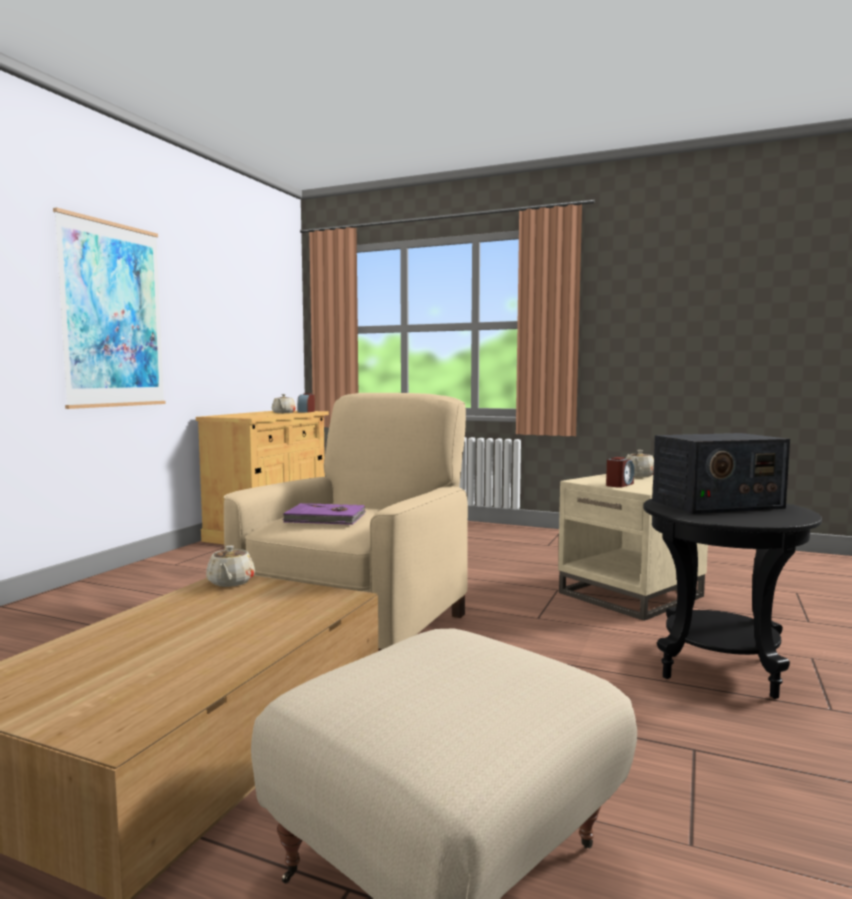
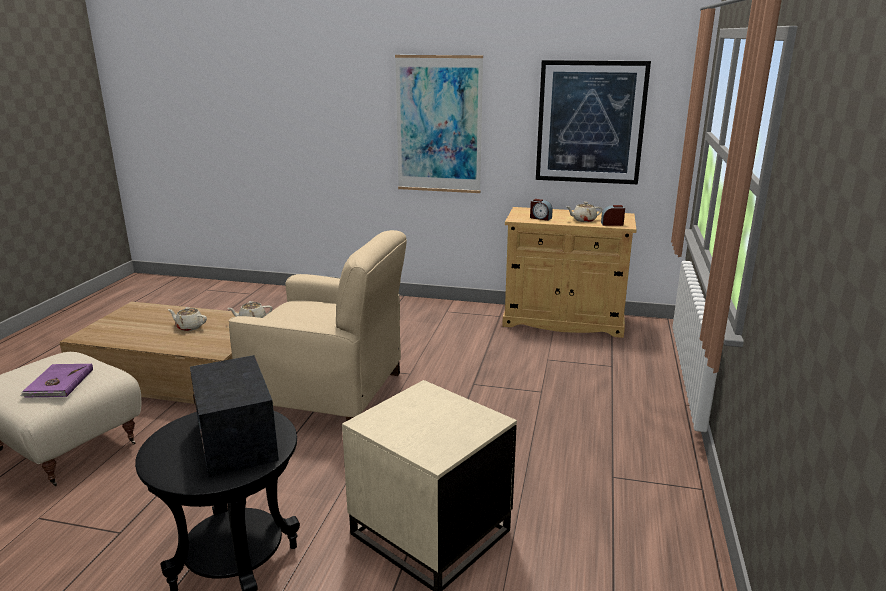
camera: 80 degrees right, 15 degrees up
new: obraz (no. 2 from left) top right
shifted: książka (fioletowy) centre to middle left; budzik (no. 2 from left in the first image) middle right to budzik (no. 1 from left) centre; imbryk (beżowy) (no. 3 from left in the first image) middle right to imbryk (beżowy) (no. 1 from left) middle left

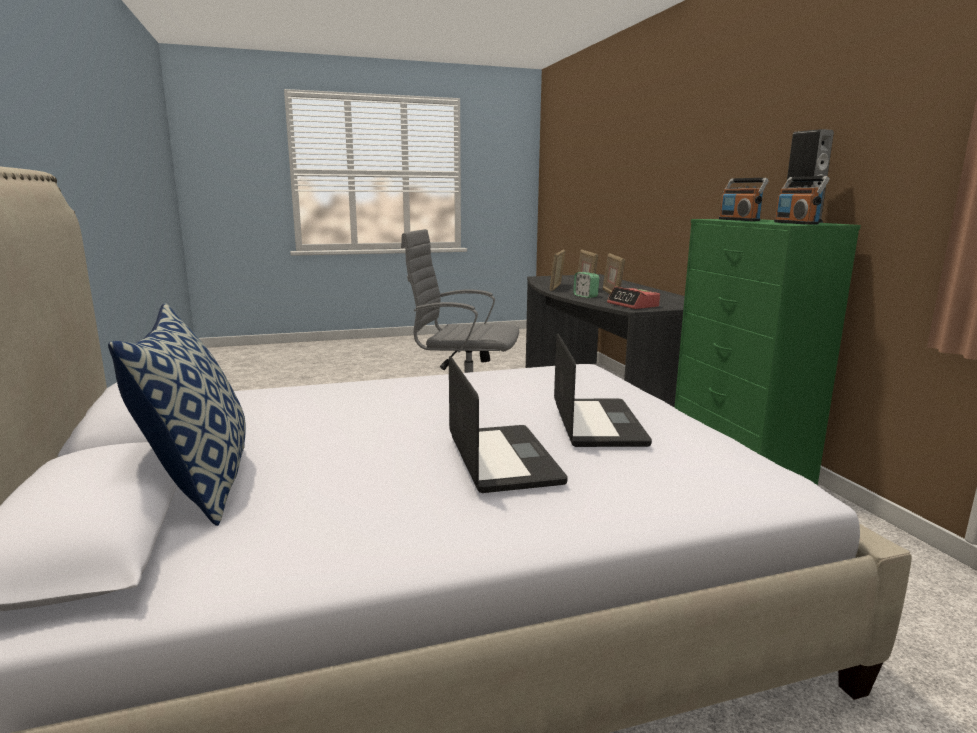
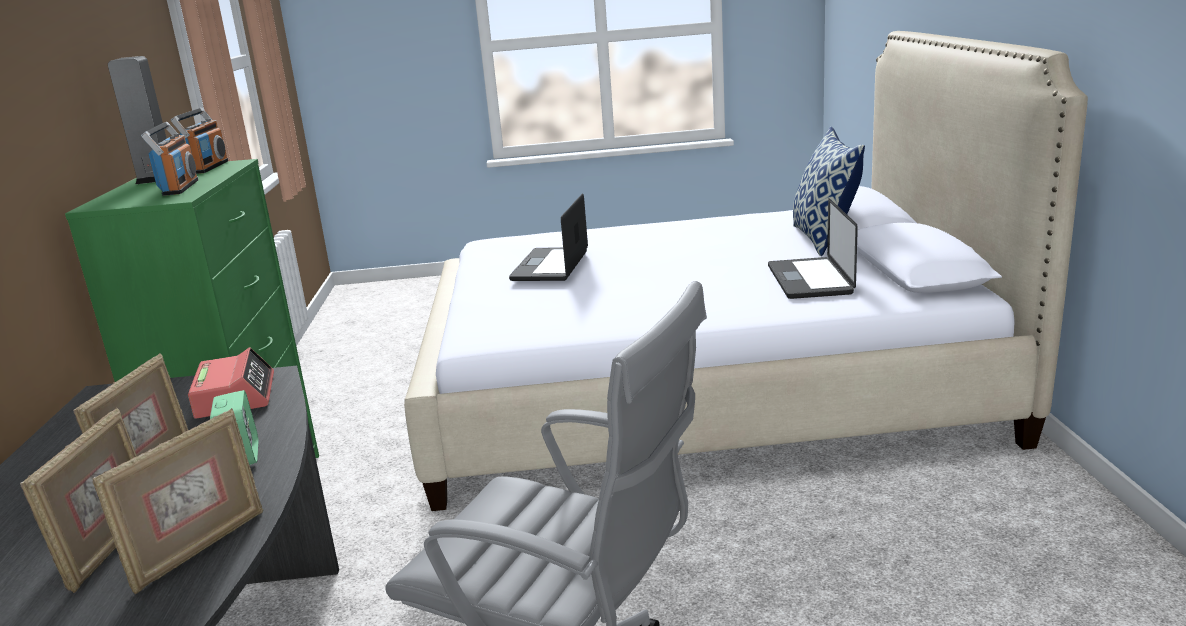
camera: 165 degrees left, 5 degrees up
shifted: laptop (no. 1 from left in the first image) centre to laptop (no. 2 from left) middle right

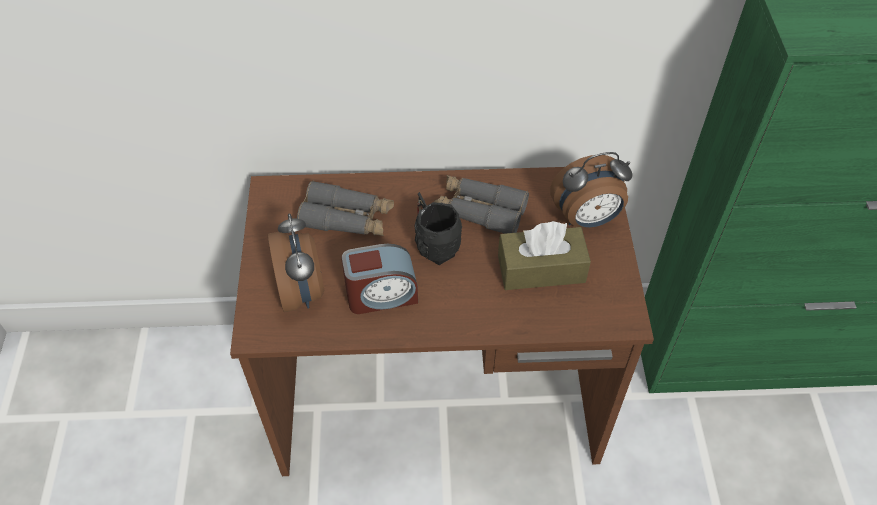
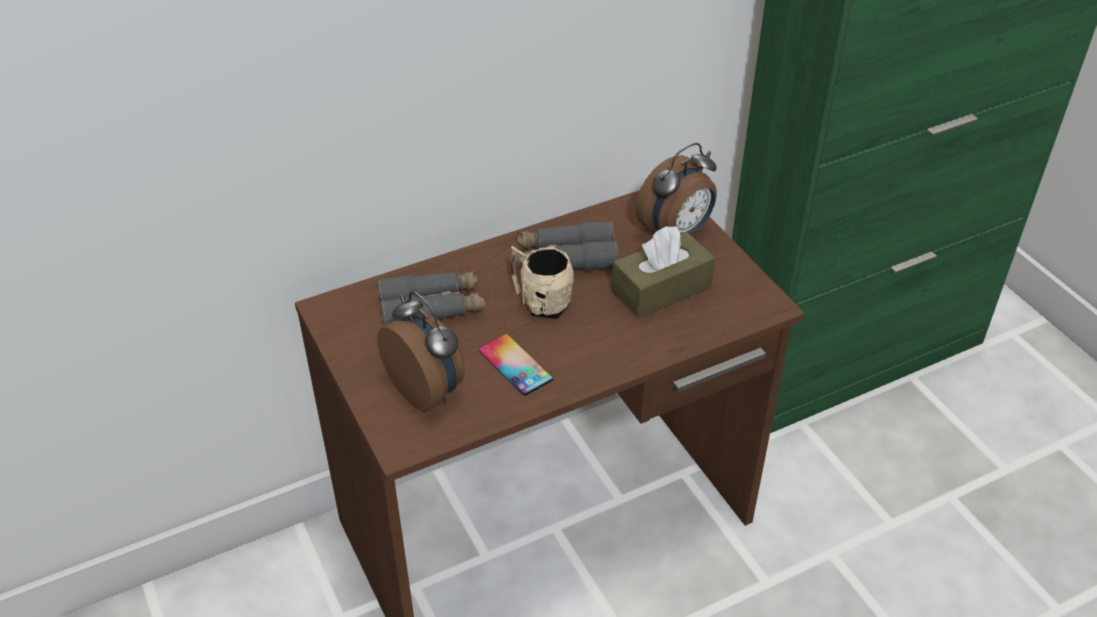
camera: 25 degrees left, 10 degrees down
swapped: budzik (no. 2 from left) centre to telefon centre
repainted: kubek (czarny) centre to kubek (beżowy) centre

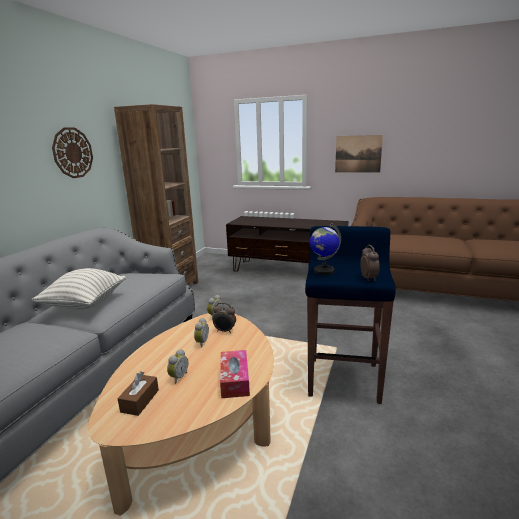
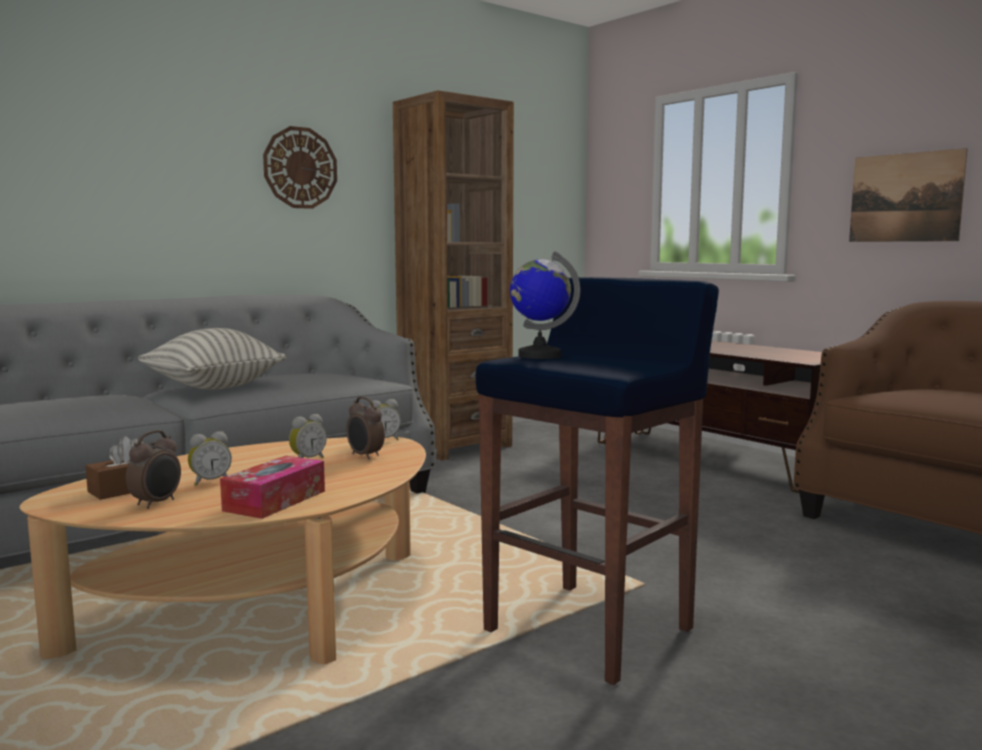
camera: 30 degrees right, 10 degrees down
shifted: budzik (no. 5 from left in the first image) middle right to budzik (no. 1 from left) middle left

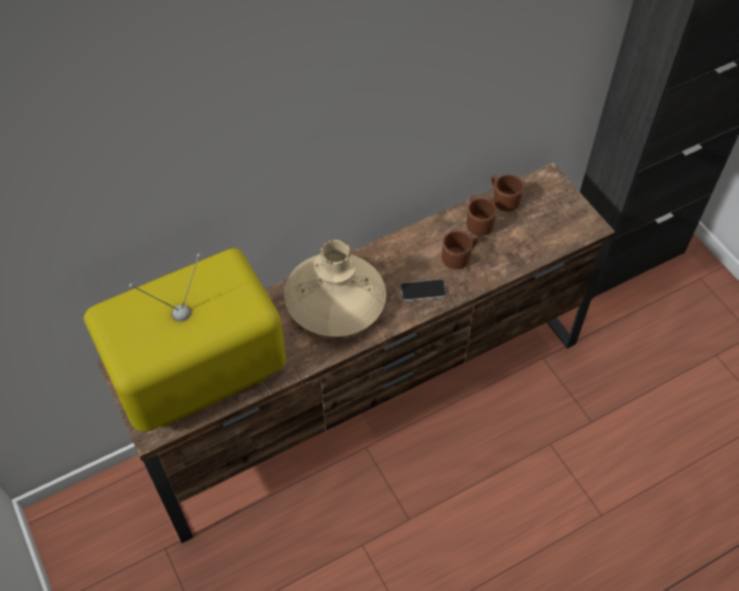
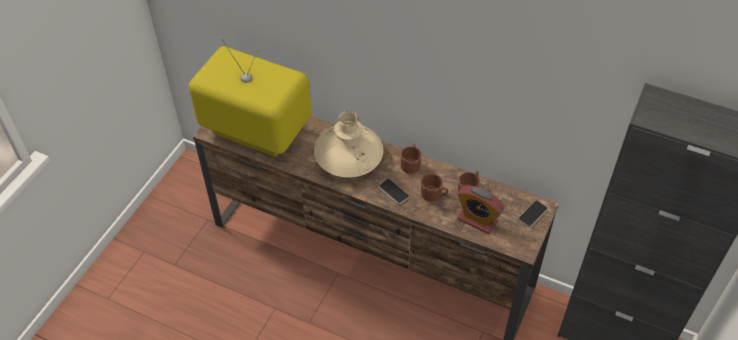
camera: 55 degrees right, 5 degrees down
new: budzik centre; telefon (no. 2 from left) middle right
shifted: kubek (brązowy) (no. 3 from left in the first image) top right to kubek (brązowy) (no. 1 from left) centre

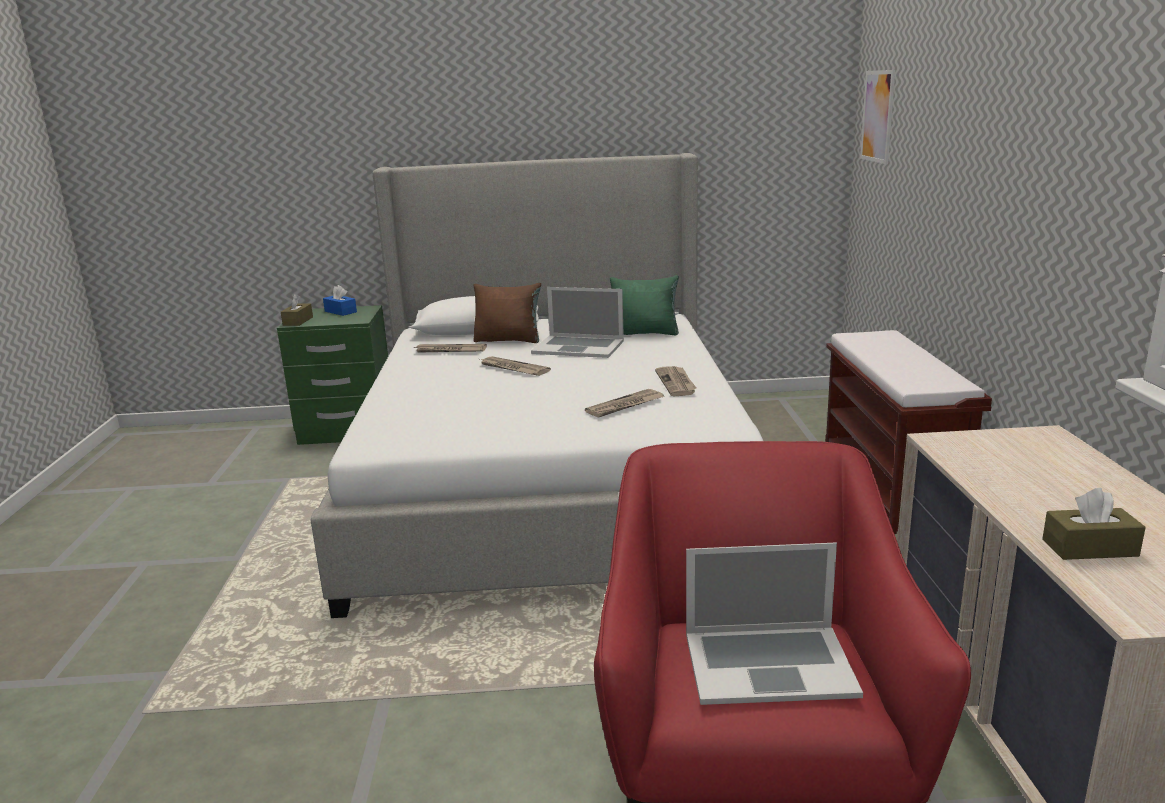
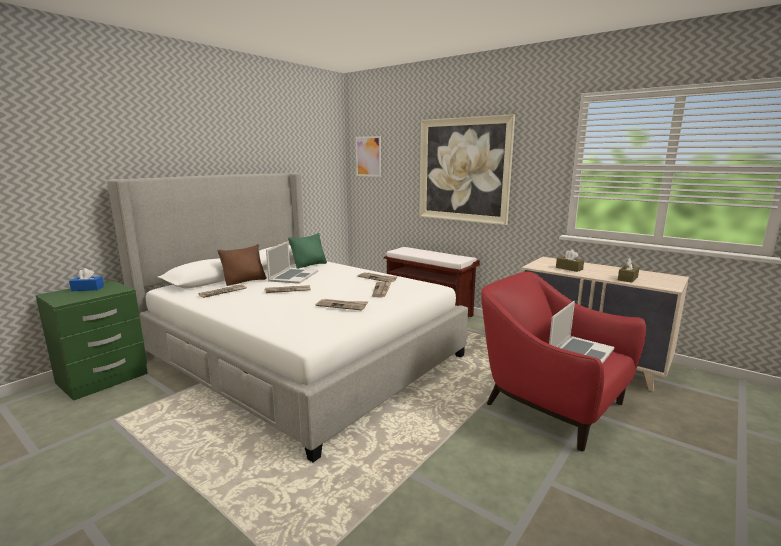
camera: 50 degrees left, 5 degrees down
new: gazeta (no. 3 from left) centre; obraz (no. 2 from left) top centre
shifted: pudełko chusteczek (brązowy) (no. 1 from left) middle left to middle right
rotated: laptop (no. 1 from left) centre = centre 45 degrees counterclockwise

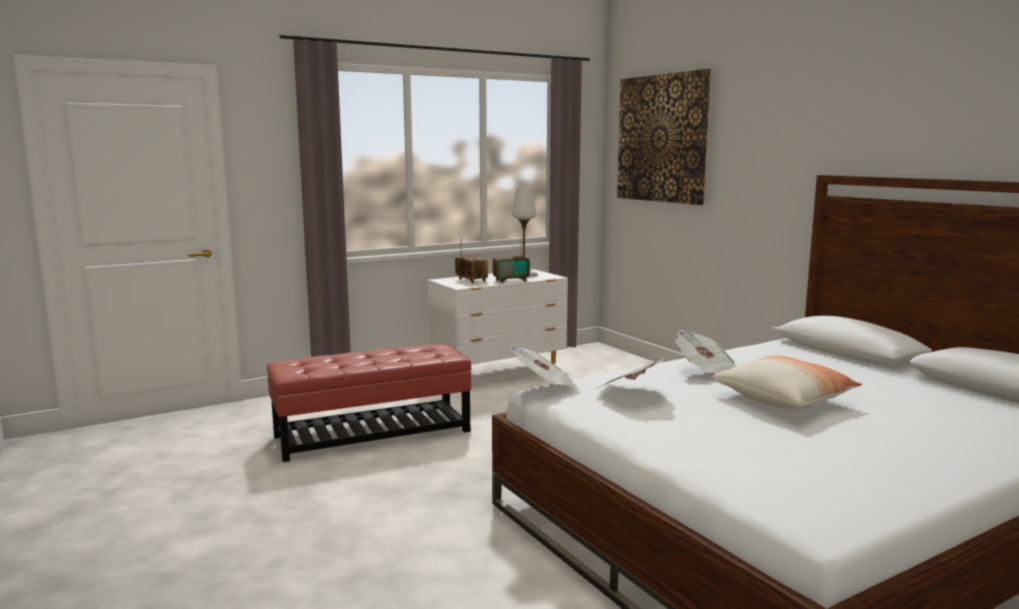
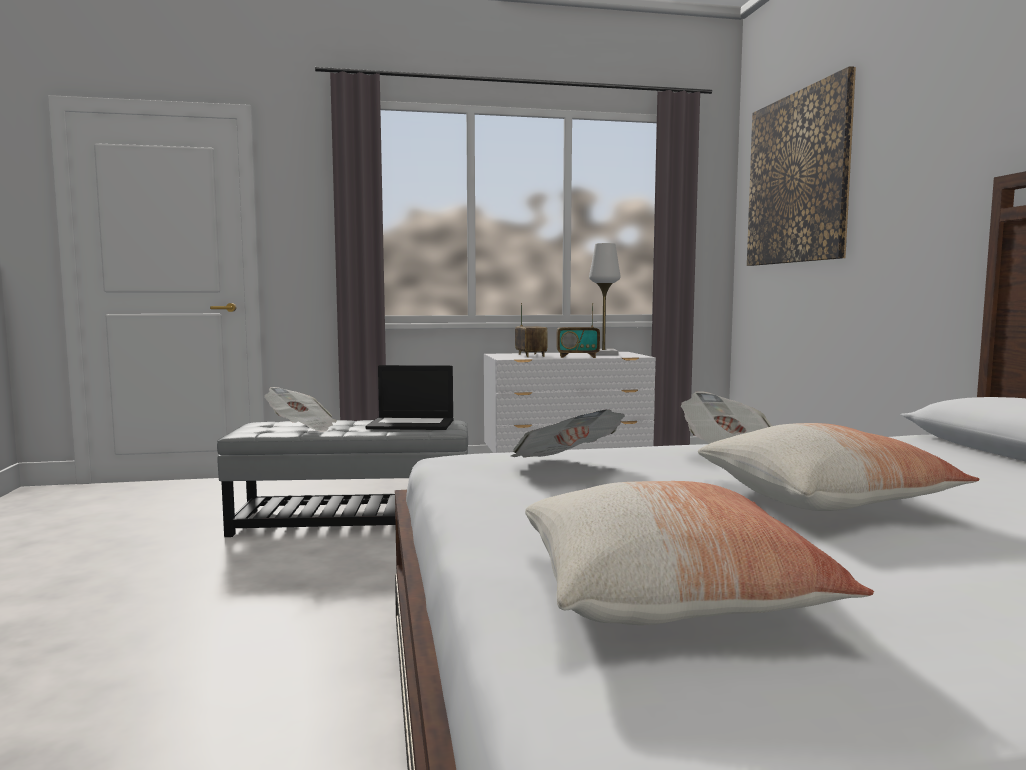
camera: 20 degrees right, 5 degrees down
new: laptop centre; poduszka (no. 1 from left) bottom right
shifted: gazeta (no. 1 from left) centre to middle left
repainted: pufa (czerwony) centre to pufa (szary) centre

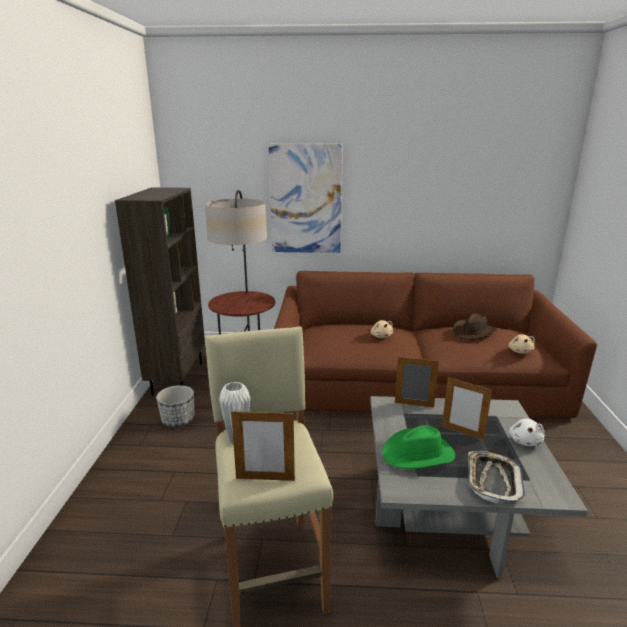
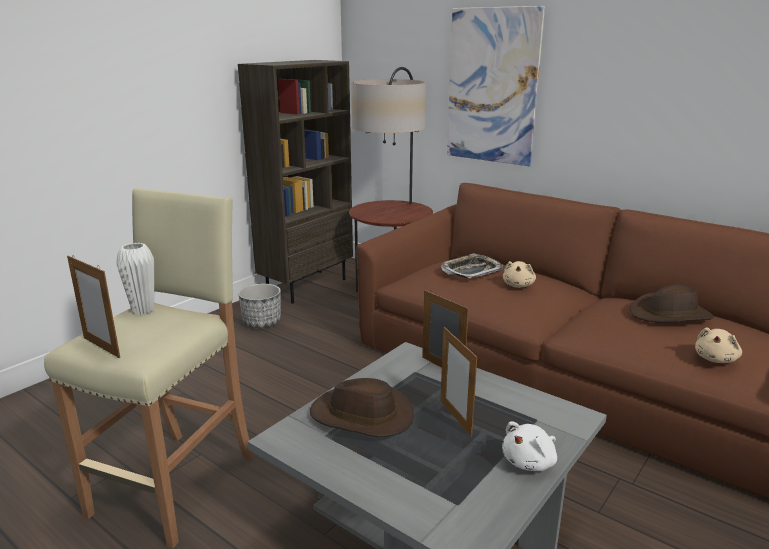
camera: 35 degrees right, 0 degrees up
shifted: taca bottom right to centre
repainted: kapelusz (zielony) bottom right to kapelusz (brązowy) (no. 1 from left) bottom centre

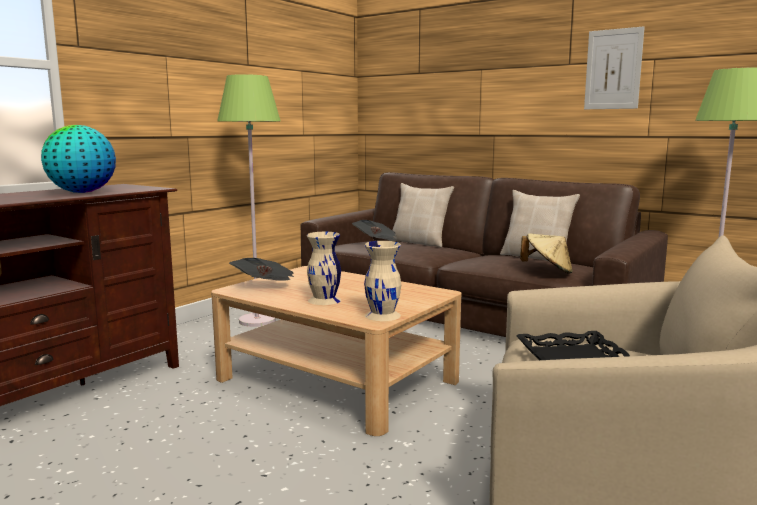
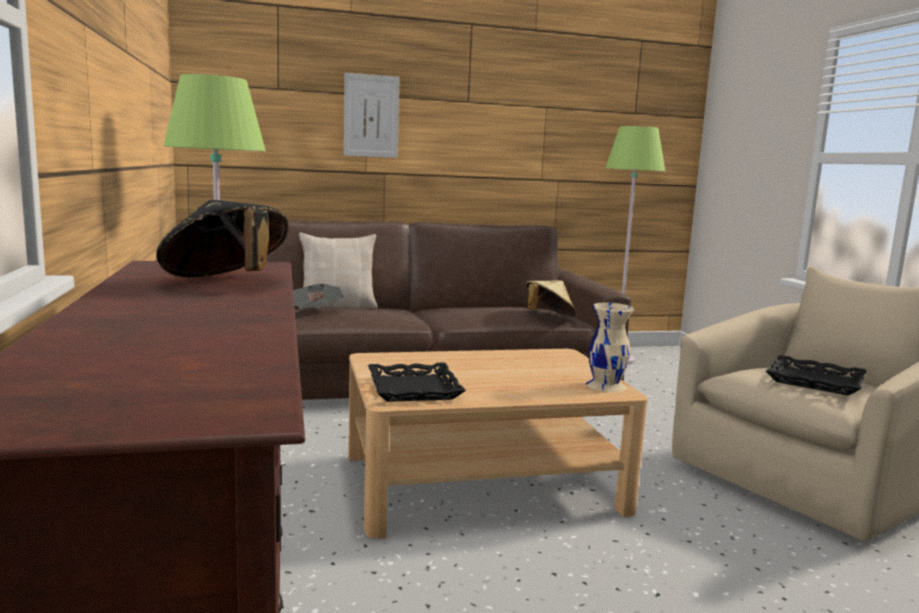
camera: 50 degrees left, 0 degrees up
gone: wazon (beżowy) (no. 1 from left) centre; poduszka (beżowy) (no. 2 from left) middle right
shifted: obraz top right to top centre
swapped: globus top left to kapelusz (czarny) middle left; gazeta (no. 1 from left) centre to taca (czarny) (no. 1 from left) centre

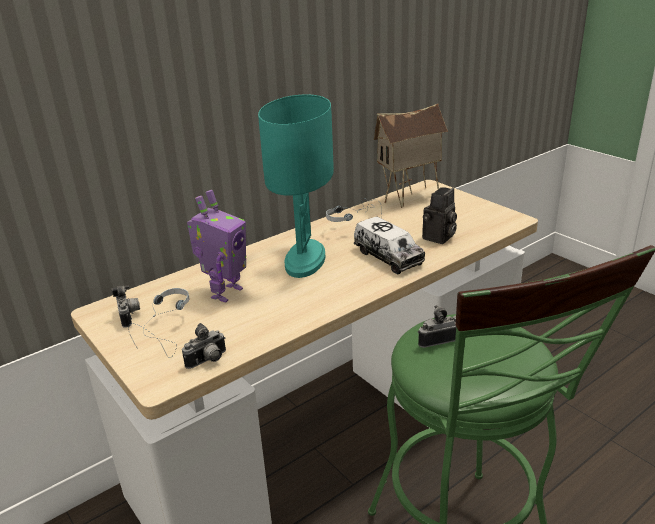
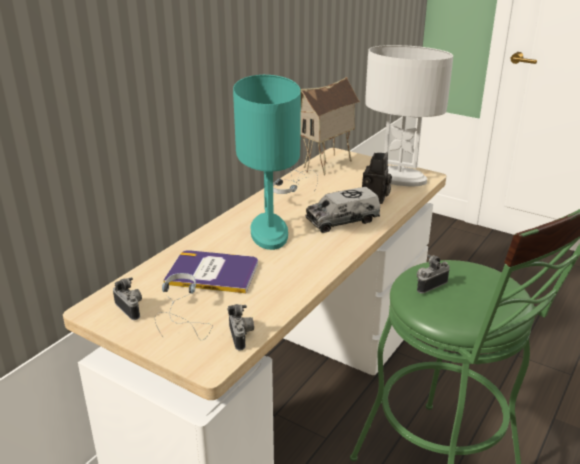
camera: 20 degrees left, 0 degrees up
new: lampa stołowa (biały) top right
swapped: robot zabawkowy middle left to książka centre
rotated: aparat fotograficzny (no. 2 from left) middle left = bottom centre 45 degrees counterclockwise; ciężarówka zabawkowa centre = centre 120 degrees clockwise

